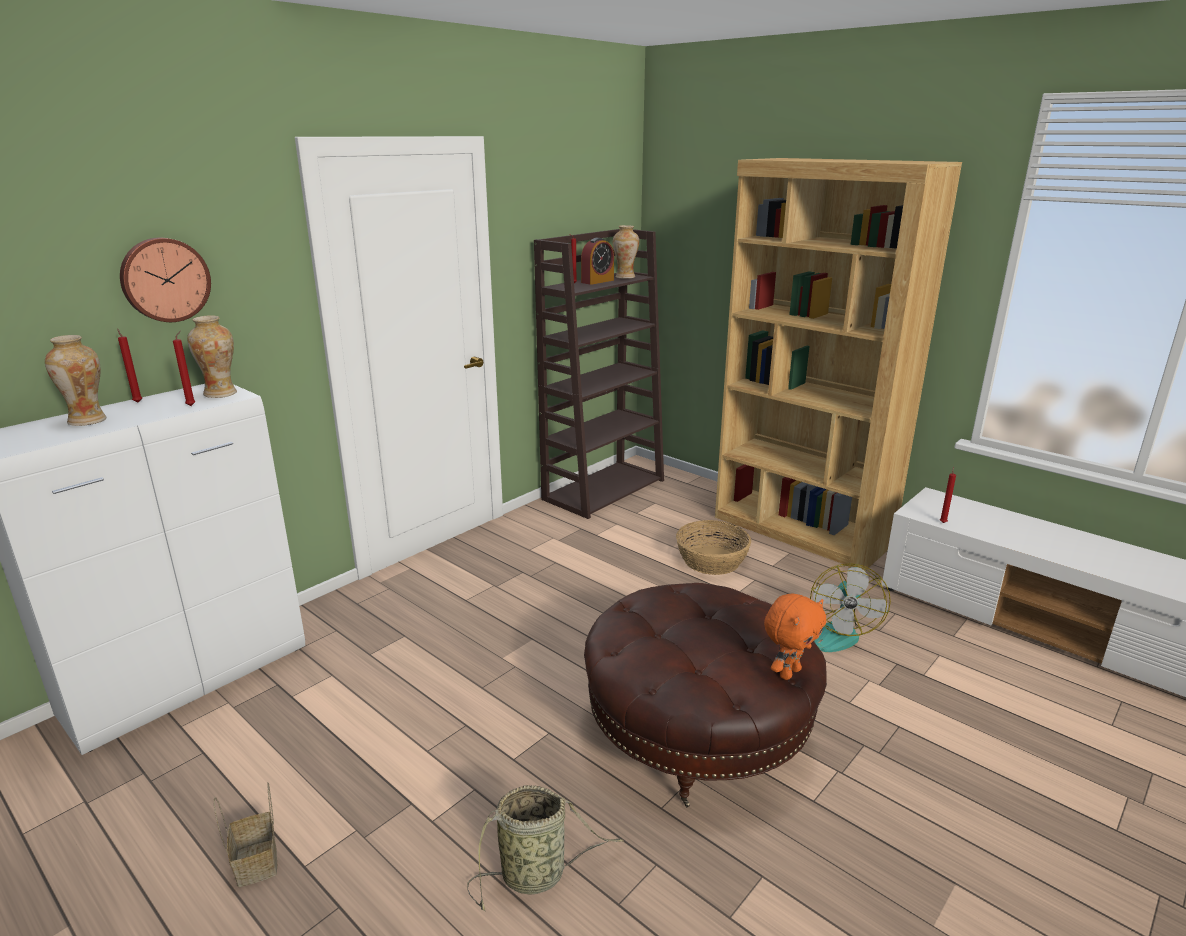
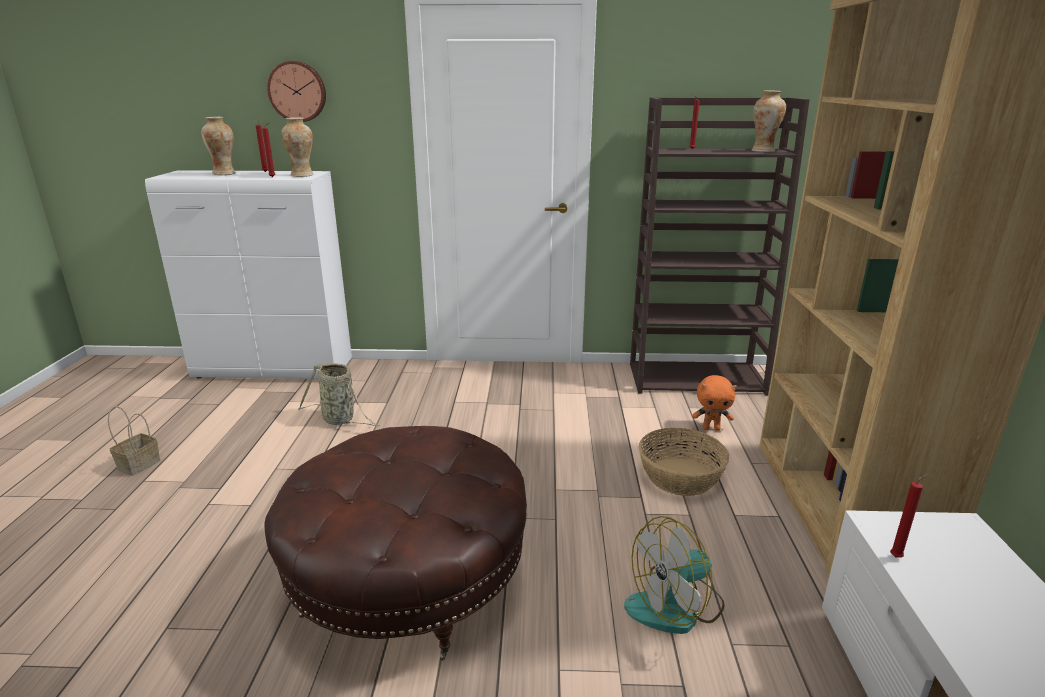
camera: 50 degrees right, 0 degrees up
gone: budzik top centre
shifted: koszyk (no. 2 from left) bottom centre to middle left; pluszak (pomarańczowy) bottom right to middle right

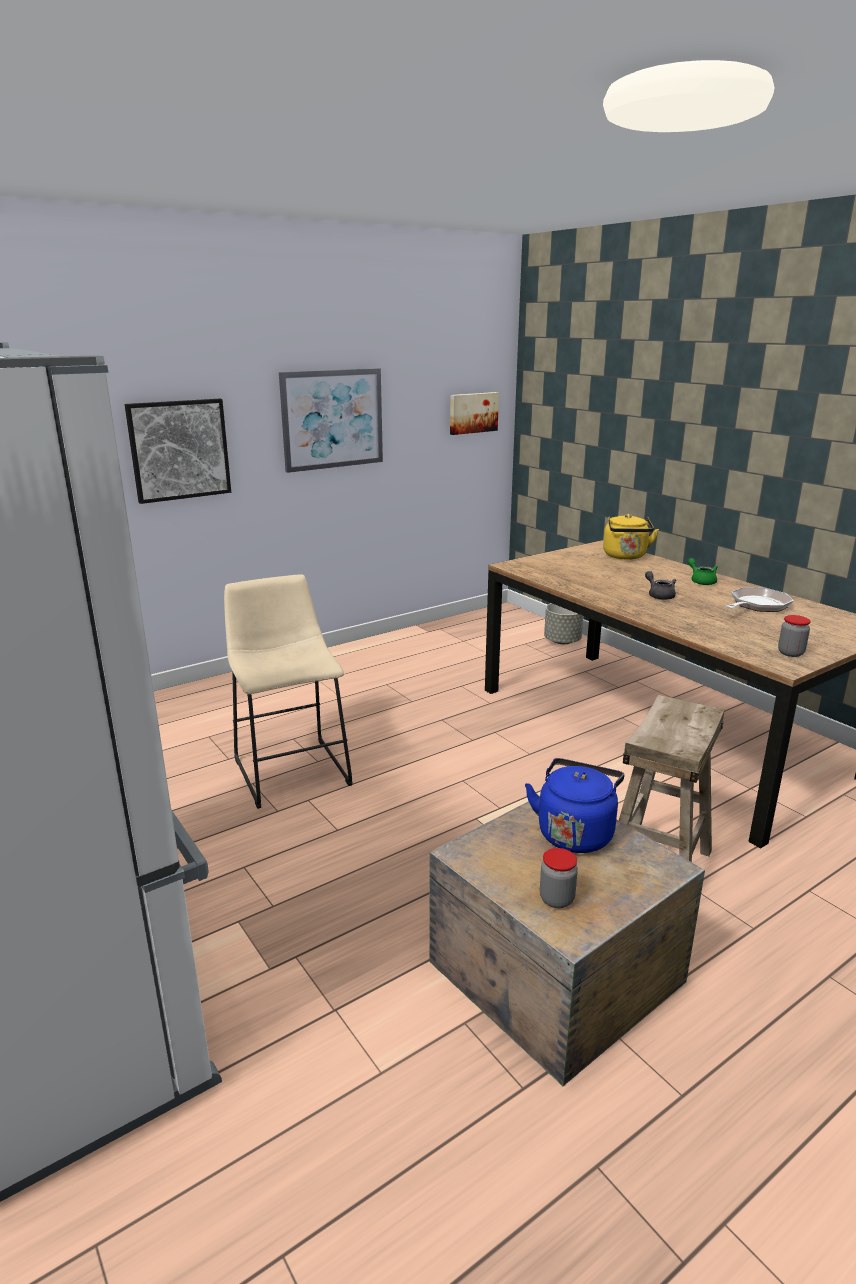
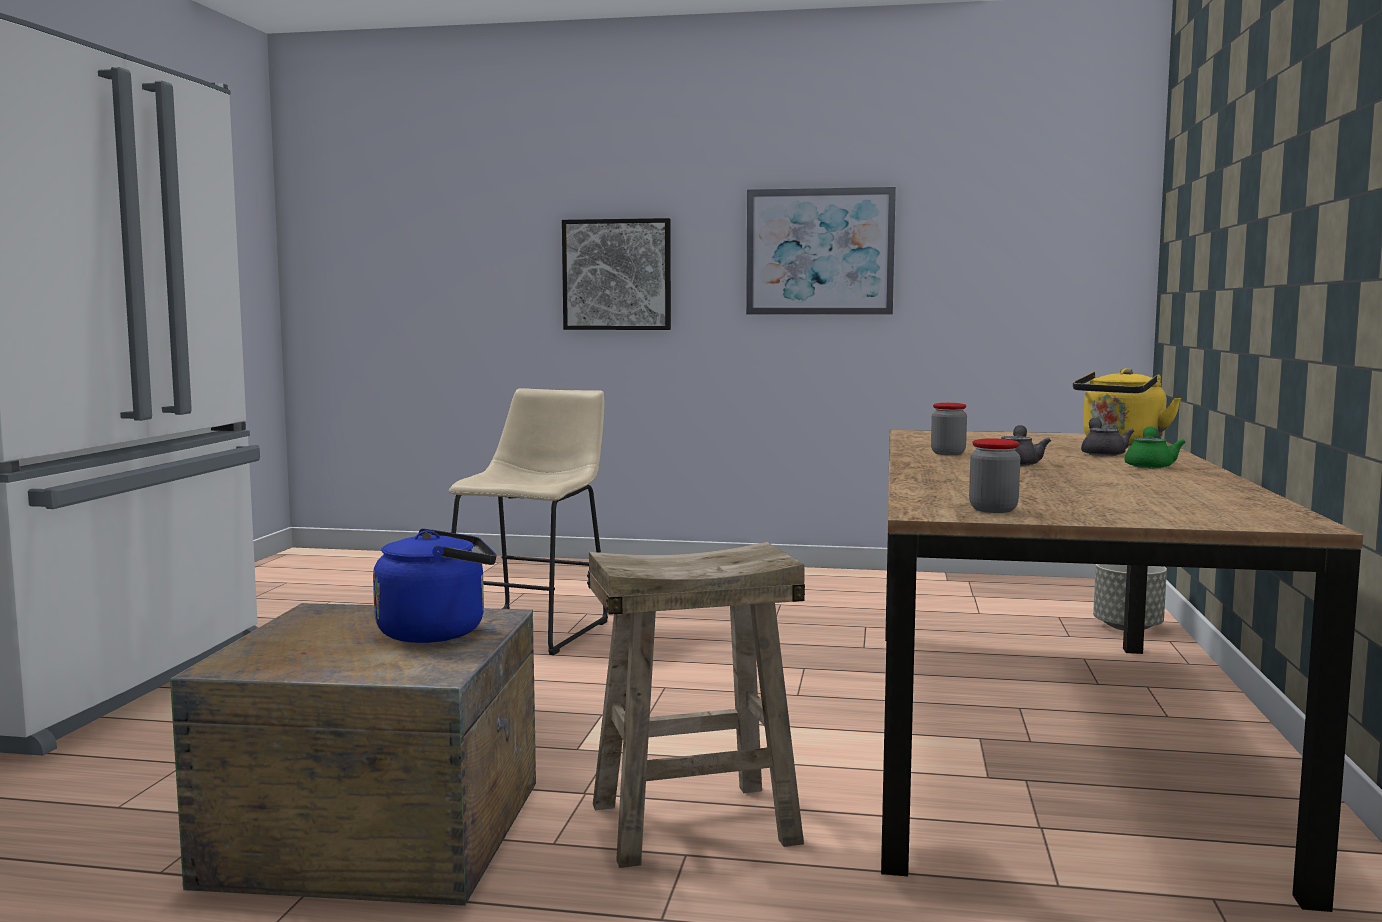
camera: 45 degrees right, 15 degrees down
gone: obraz (no. 3 from left) top centre; patelnia middle right
new: imbryk (szary) (no. 2 from left) middle right
shifted: słoik (no. 1 from left) bottom centre to middle right

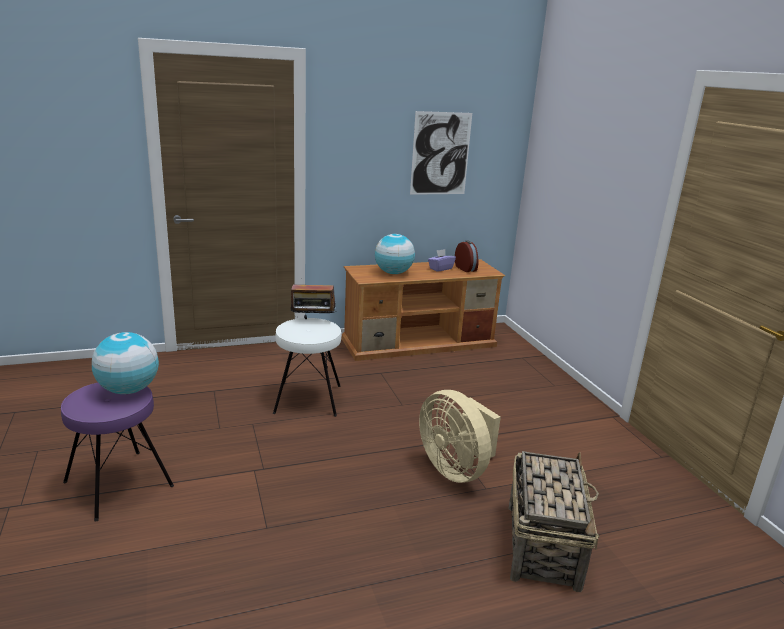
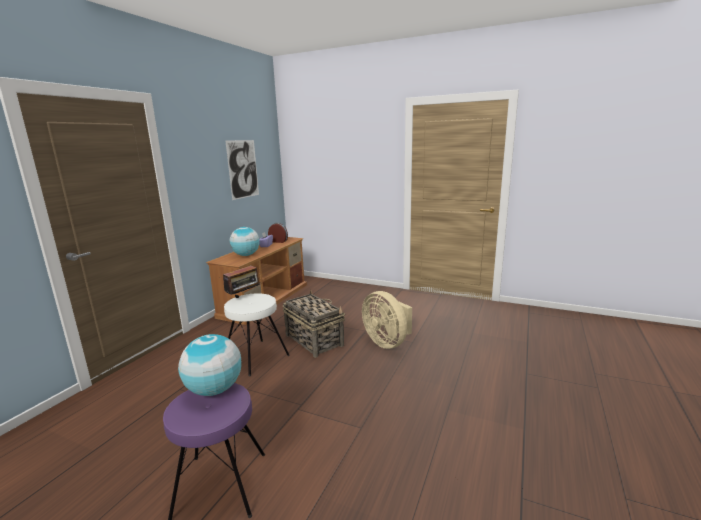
camera: 45 degrees left, 5 degrees down
shifted: koszyk bottom right to centre
rotated: wentylator (beżowy) bottom centre = centre 45 degrees clockwise

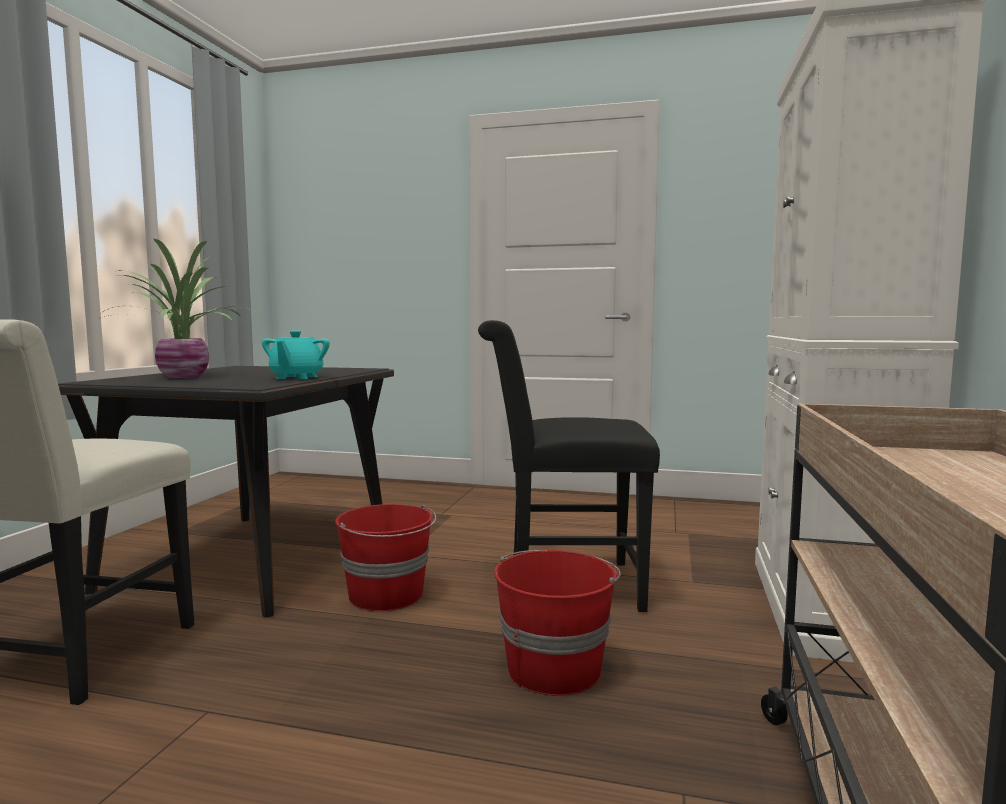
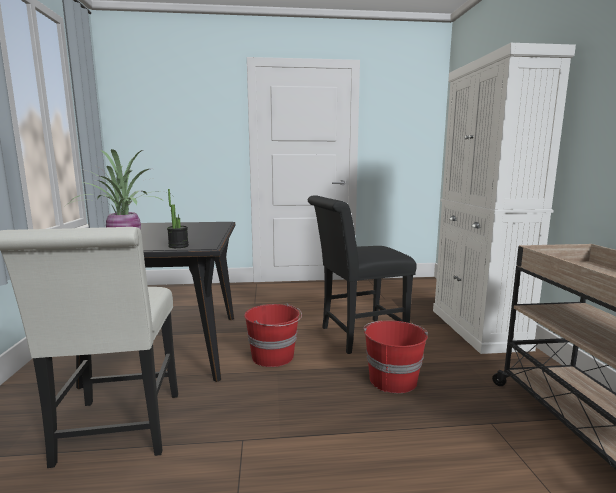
camera: 20 degrees left, 5 degrees up
gone: imbryk (turkusowy) middle left
new: roślina doniczkowa (no. 2 from left) middle left

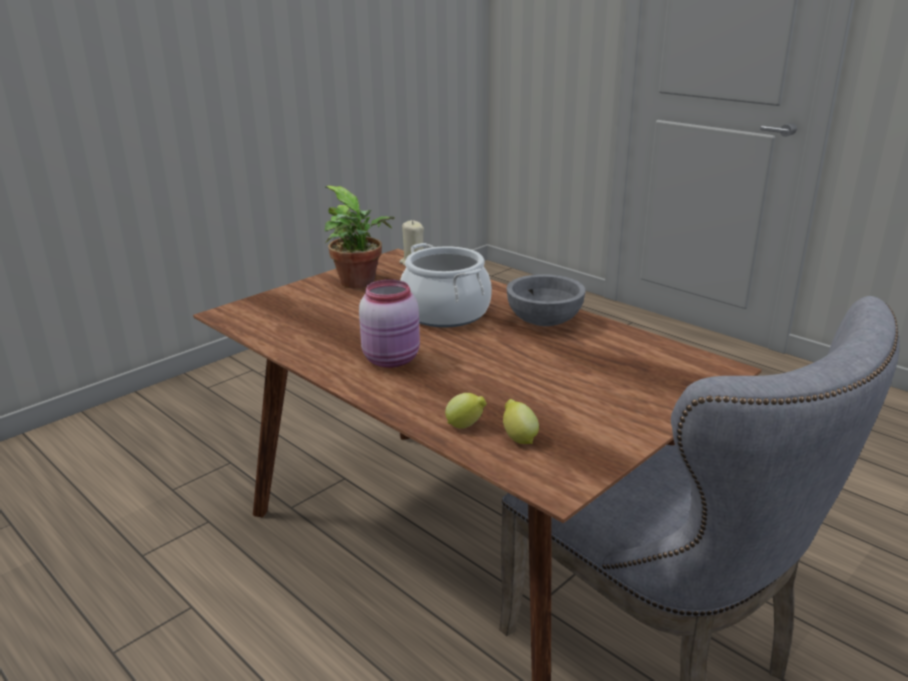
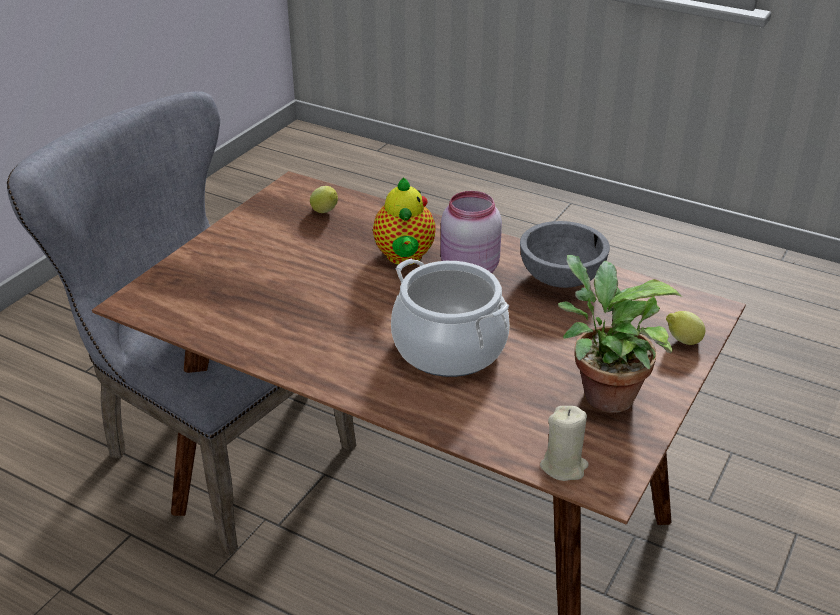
camera: 165 degrees right, 10 degrees up
new: imbryk centre
shifted: cytryna (no. 1 from left in the first image) centre to cytryna (no. 2 from left) middle right; miska (szary) centre to middle right

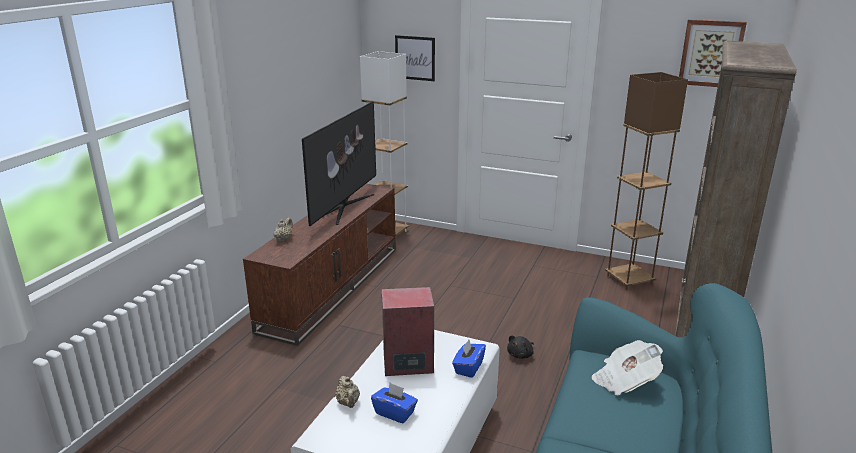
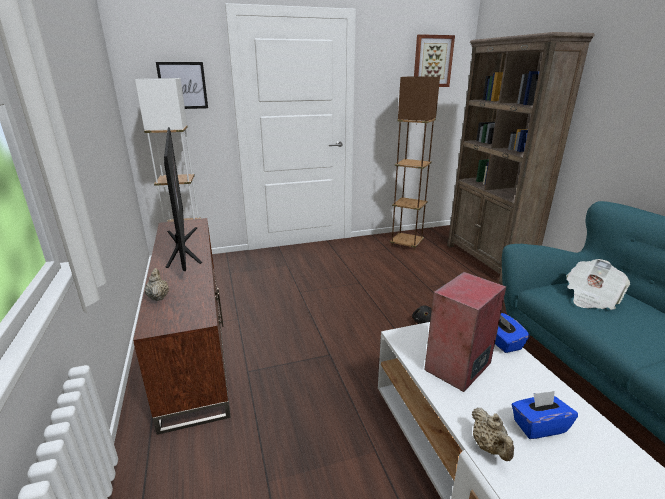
camera: 40 degrees left, 0 degrees up
rotated: imbryk (beżowy) (no. 2 from left) bottom centre = bottom right 45 degrees clockwise

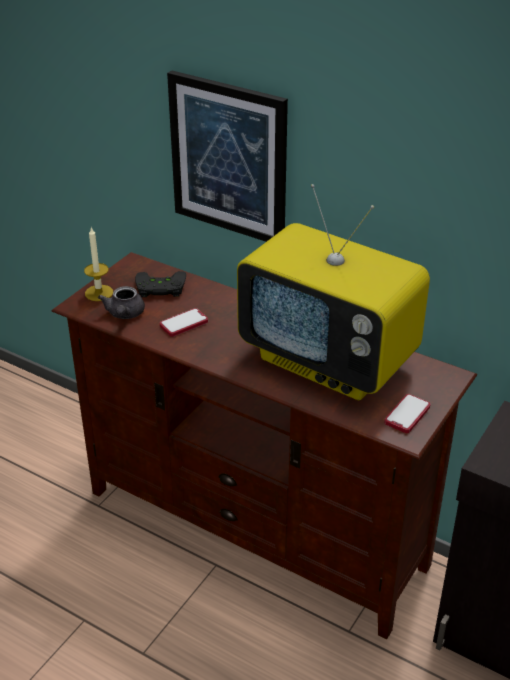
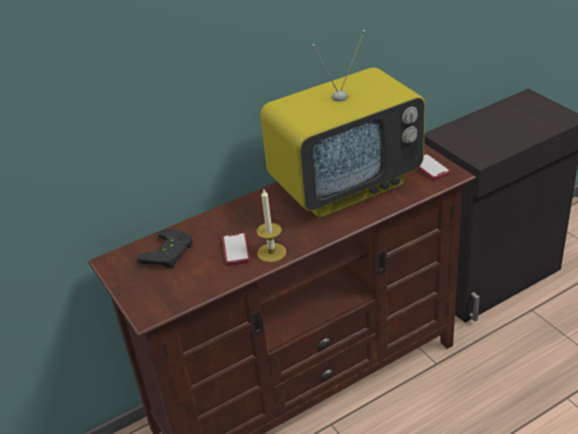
camera: 60 degrees left, 0 degrees up
gone: imbryk (szary) middle left; obraz top centre
shifted: świeca middle left to centre

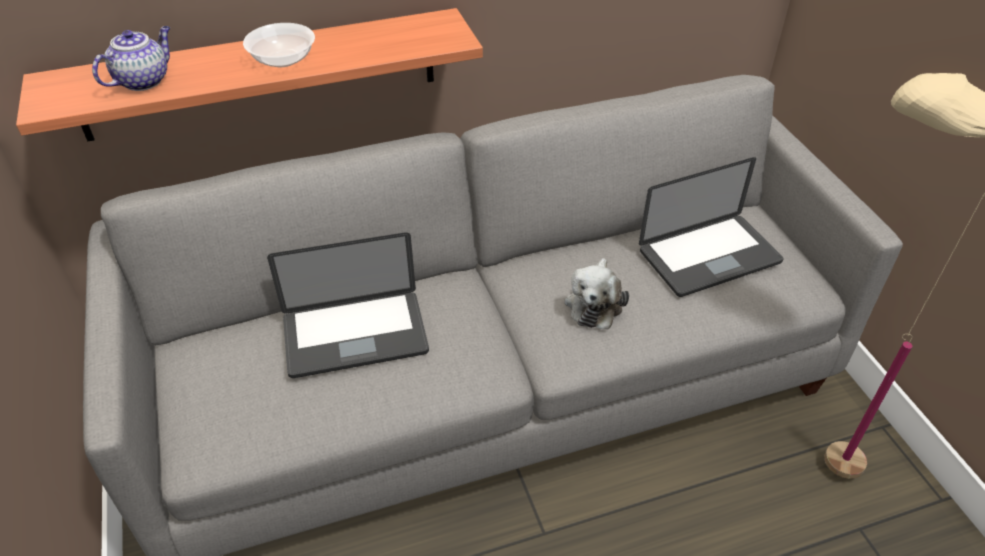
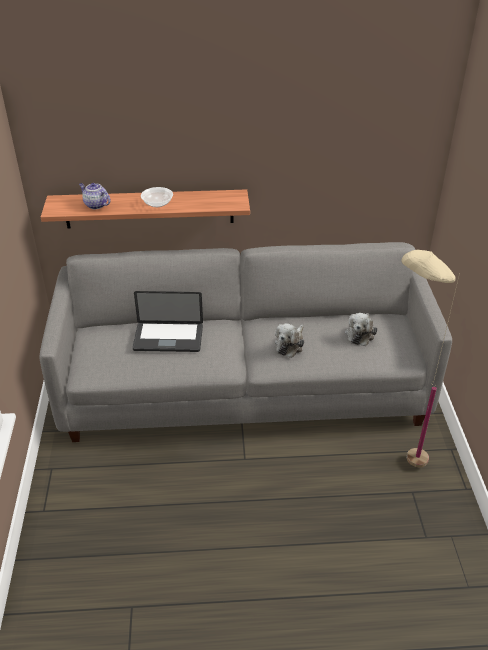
camera: 15 degrees right, 5 degrees down
swapped: laptop (no. 2 from left) middle right to pluszak (no. 2 from left) middle right
rotated: imbryk top left = top left 105 degrees counterclockwise

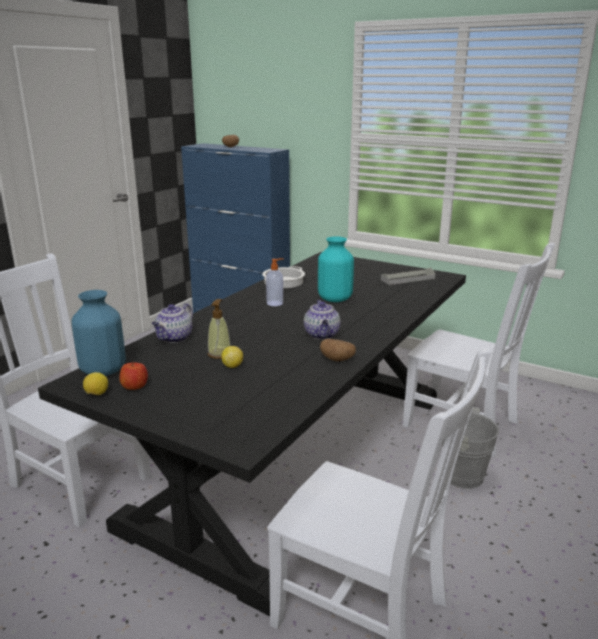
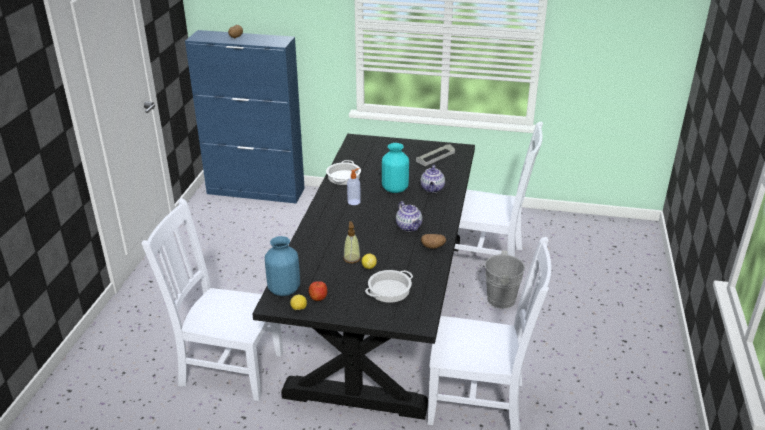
camera: 20 degrees left, 10 degrees up
new: garnek (no. 2 from left) centre
shifted: imbryk (no. 1 from left in the first image) middle left to imbryk (no. 2 from left) centre

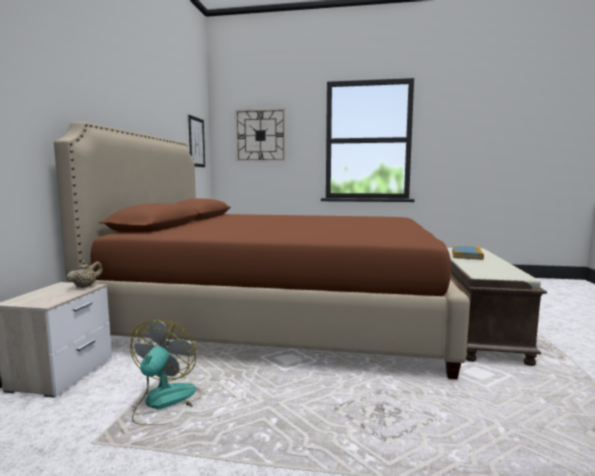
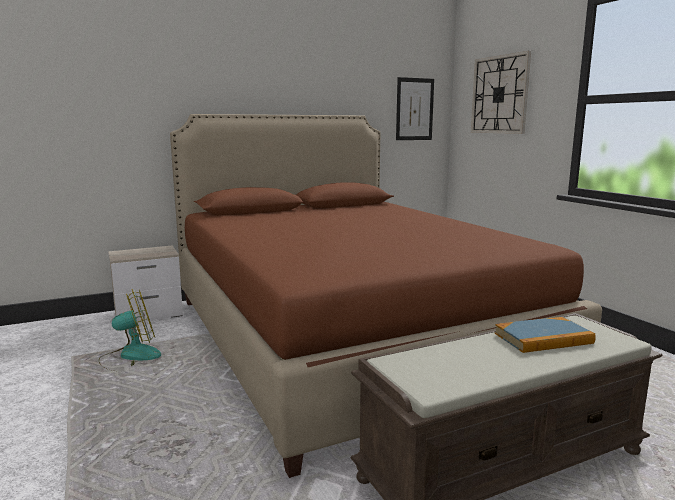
camera: 55 degrees right, 5 degrees up
gone: imbryk (beżowy) middle left

